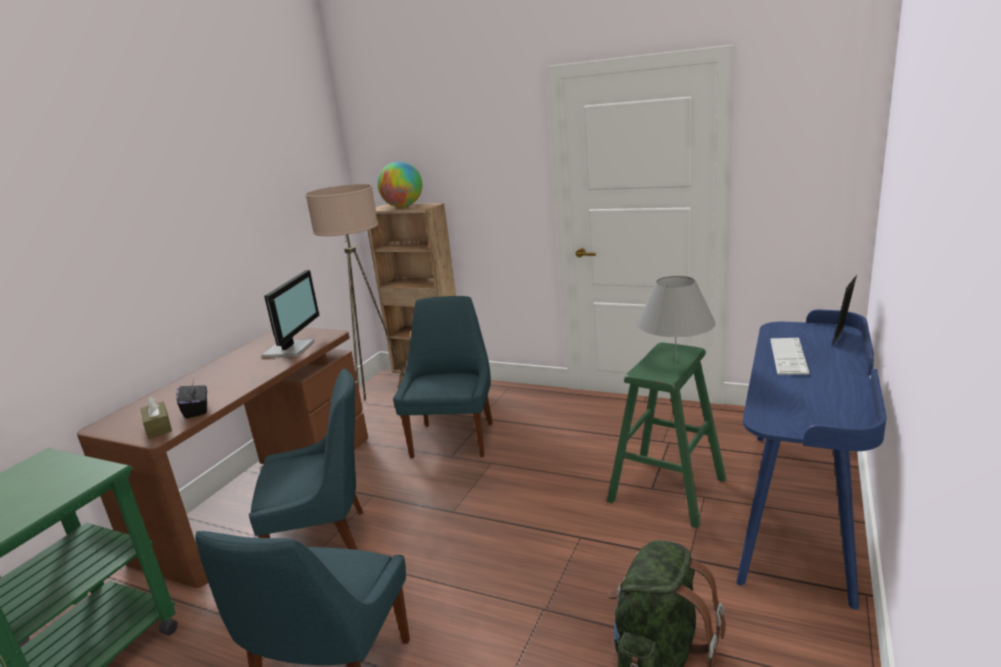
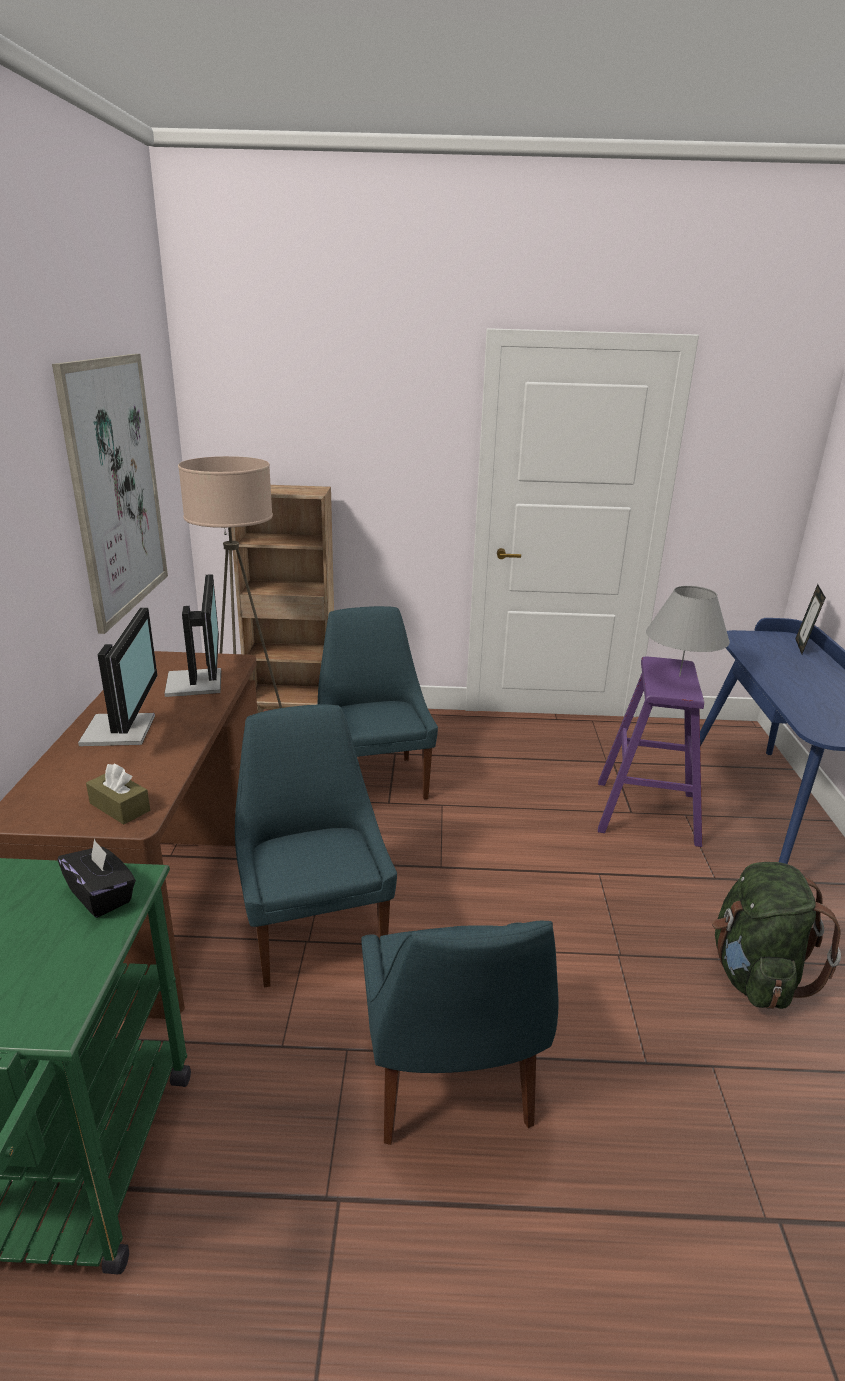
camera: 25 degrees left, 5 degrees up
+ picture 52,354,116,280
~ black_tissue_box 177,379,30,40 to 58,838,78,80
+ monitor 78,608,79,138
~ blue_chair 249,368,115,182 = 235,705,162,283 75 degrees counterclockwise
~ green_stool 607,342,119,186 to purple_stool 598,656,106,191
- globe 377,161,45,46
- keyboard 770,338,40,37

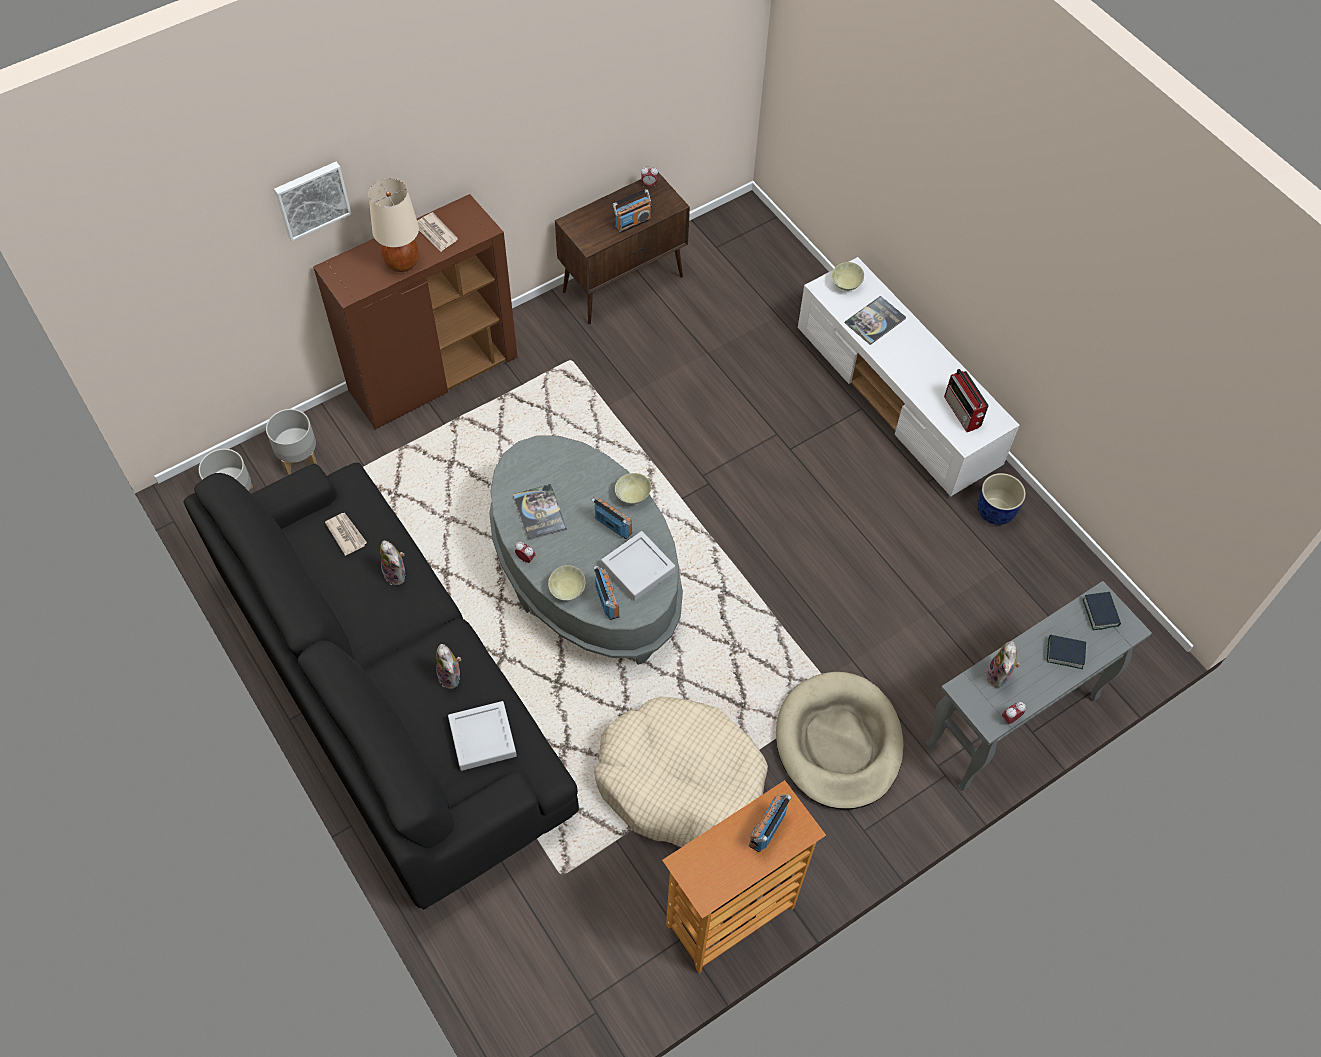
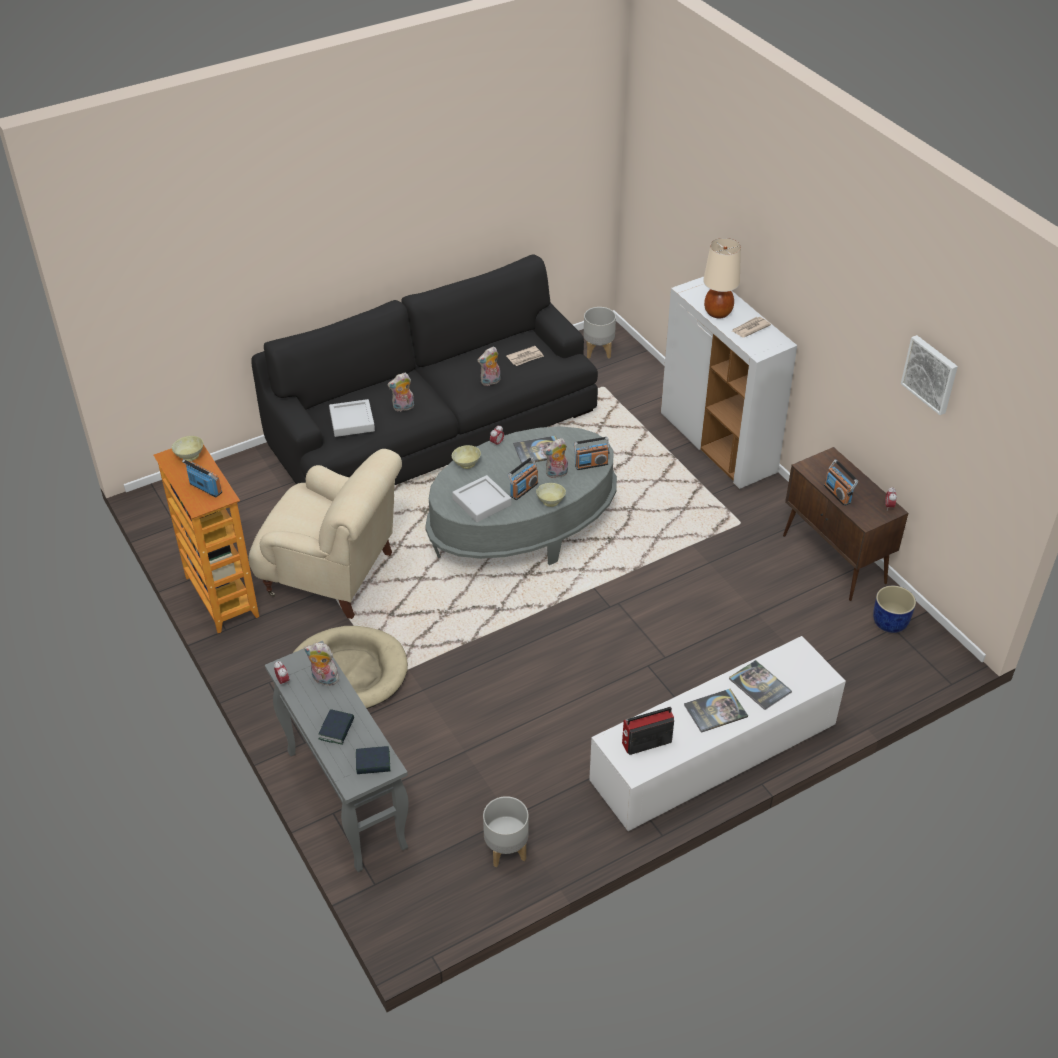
camera: 95 degrees right, 15 degrees down
~ beige_bowl 832,262,32,29 to 172,436,31,25
~ beige_dog_bed 594,697,174,150 to beige_armchair 249,449,153,170
~ grey_planter 266,409,52,66 to 483,796,46,72
+ plush_toy 543,438,25,41
~ radio 594,565,26,55 to 574,437,36,33
~ brown_cabinet 313,194,205,235 to white_cabinet 661,277,136,212
+ book 684,689,64,44
~ blue_planter 977,473,49,52 to 873,586,43,47
~ picture 274,162,77,79 to 901,335,57,80

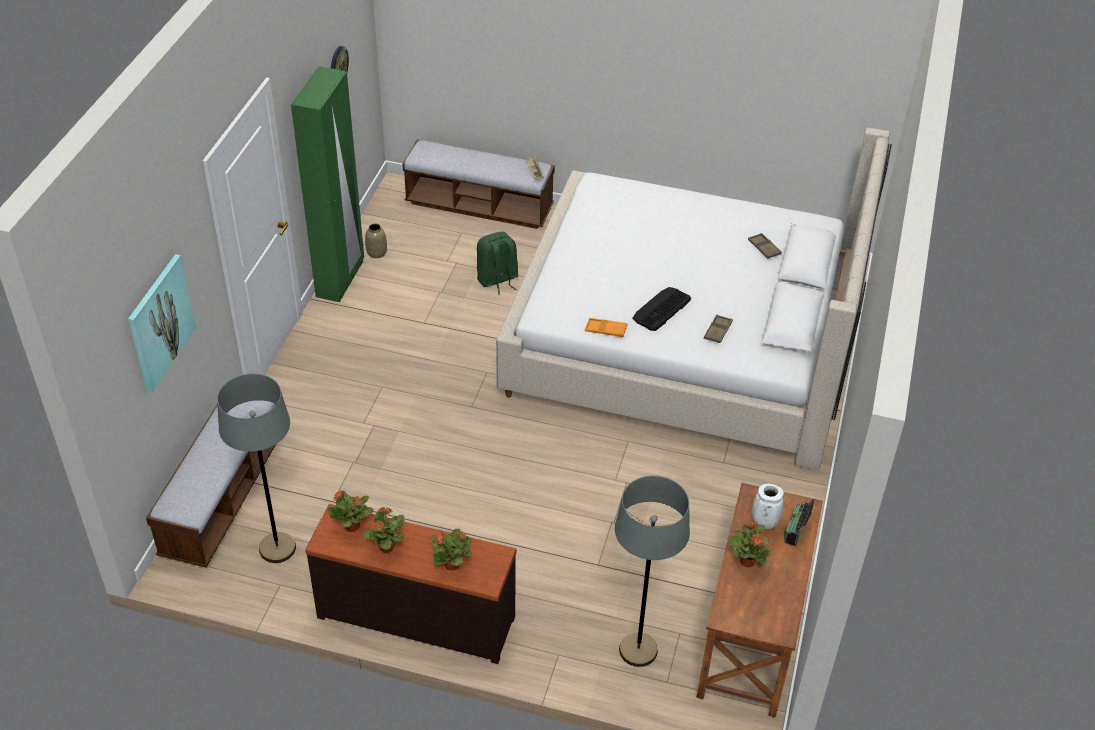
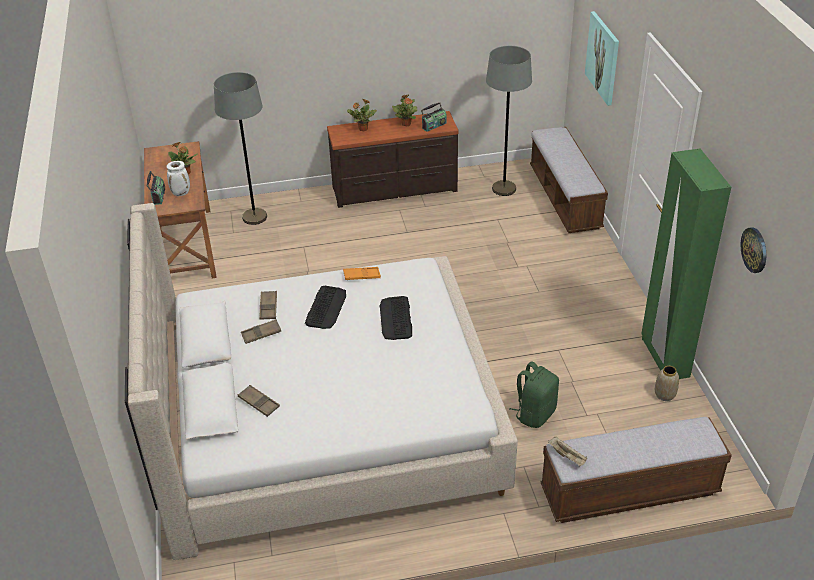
camera: 155 degrees right, 5 degrees down
+ brown_tray 241,319,40,25
+ keyboard 379,296,33,44
~ potted_plant 327,490,46,42 to radio 421,102,26,30

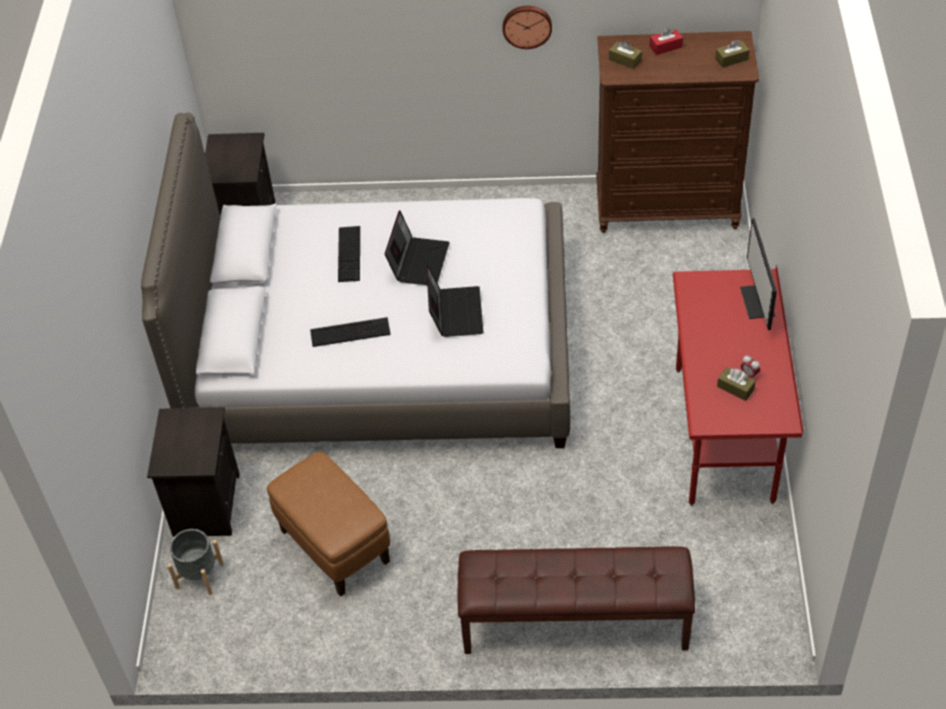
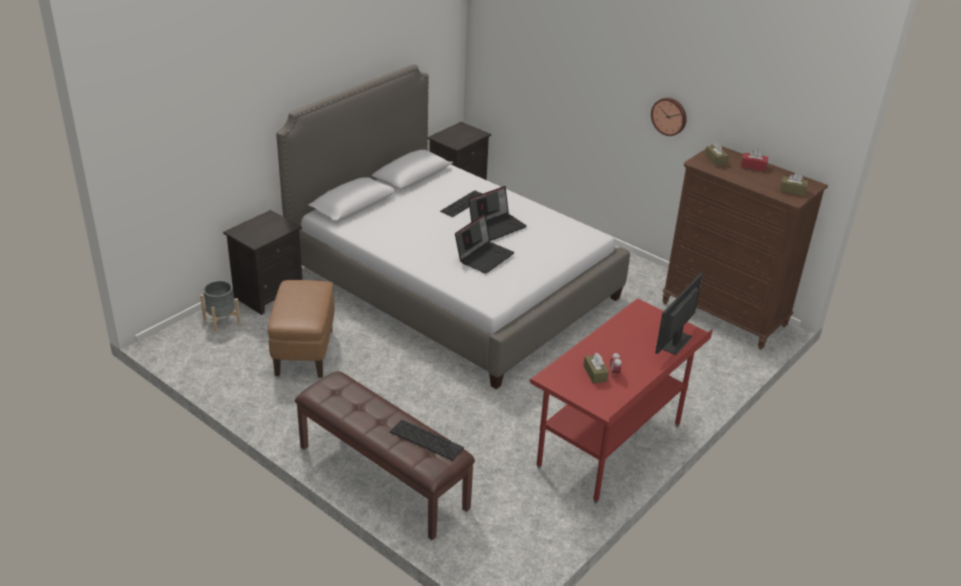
camera: 35 degrees right, 15 degrees down
~ keyboard 310,317,81,30 to 390,419,74,42

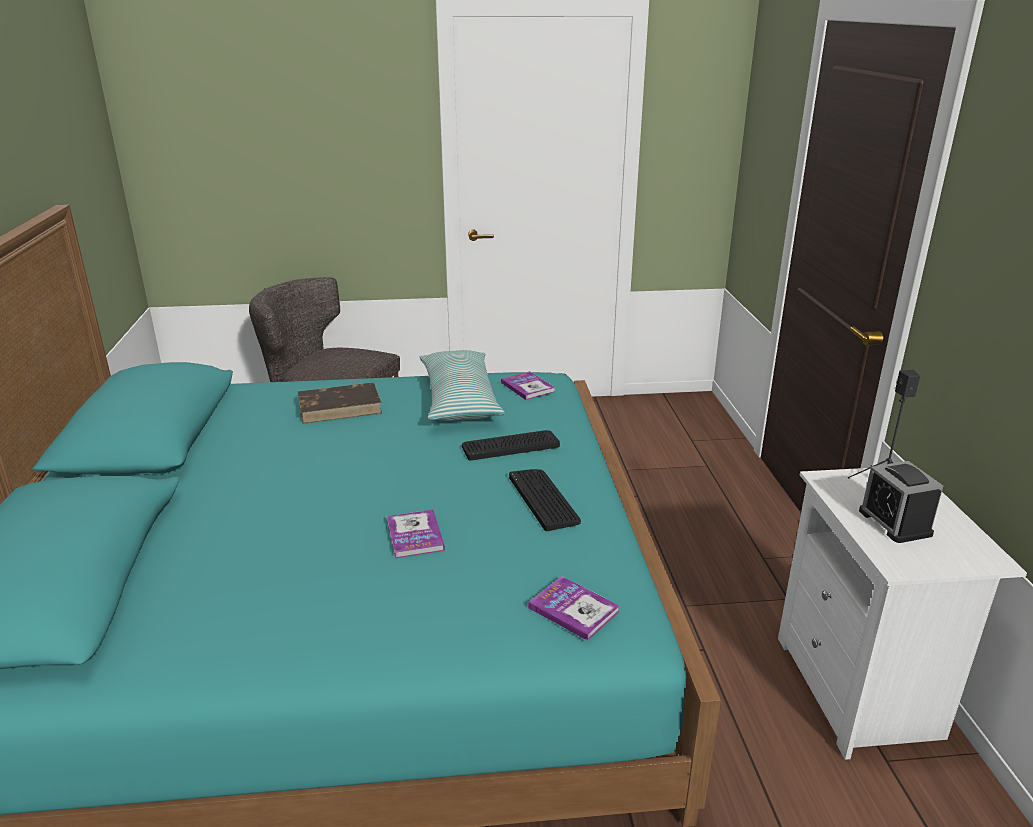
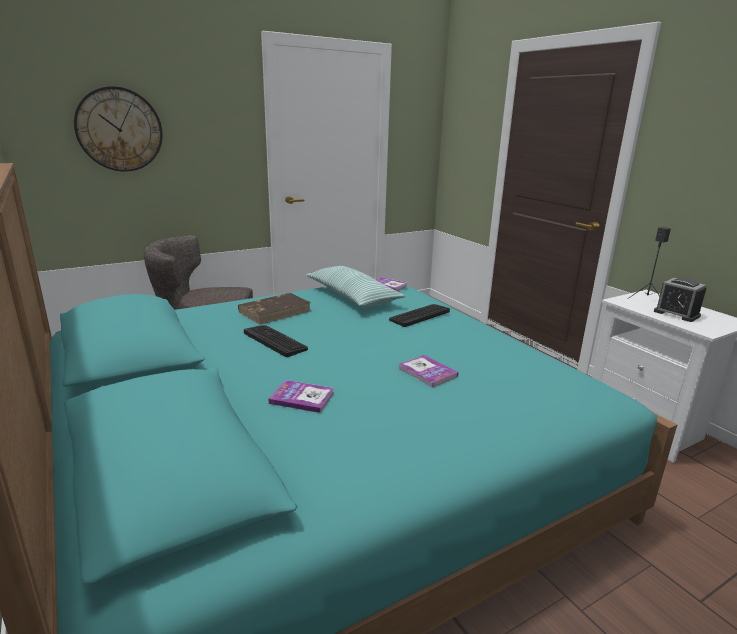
camera: 25 degrees left, 5 degrees down
+ wall_clock 74,86,89,86
~ keyboard 509,469,72,62 to 244,325,64,32
~ book 528,576,92,65 to 269,380,65,33

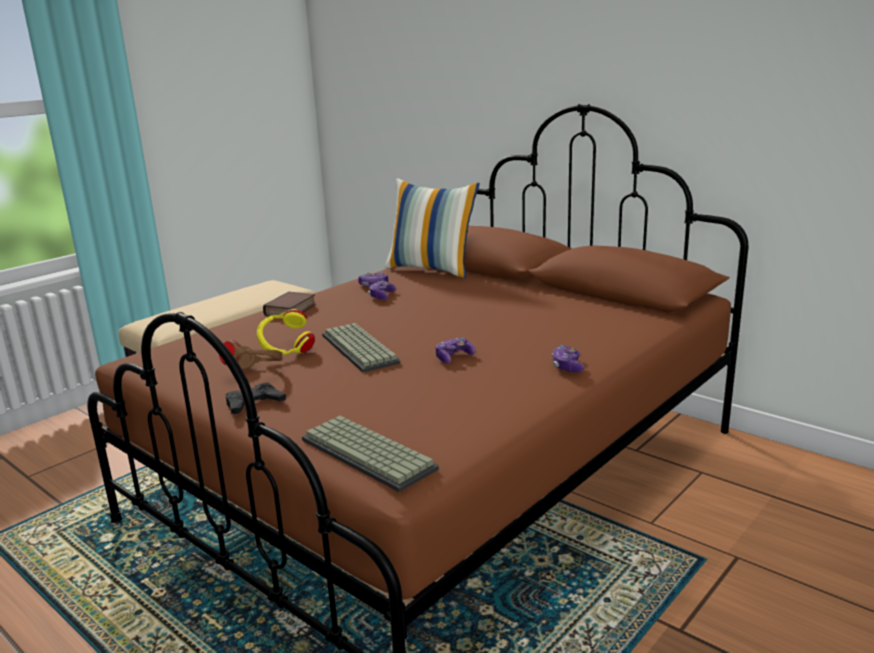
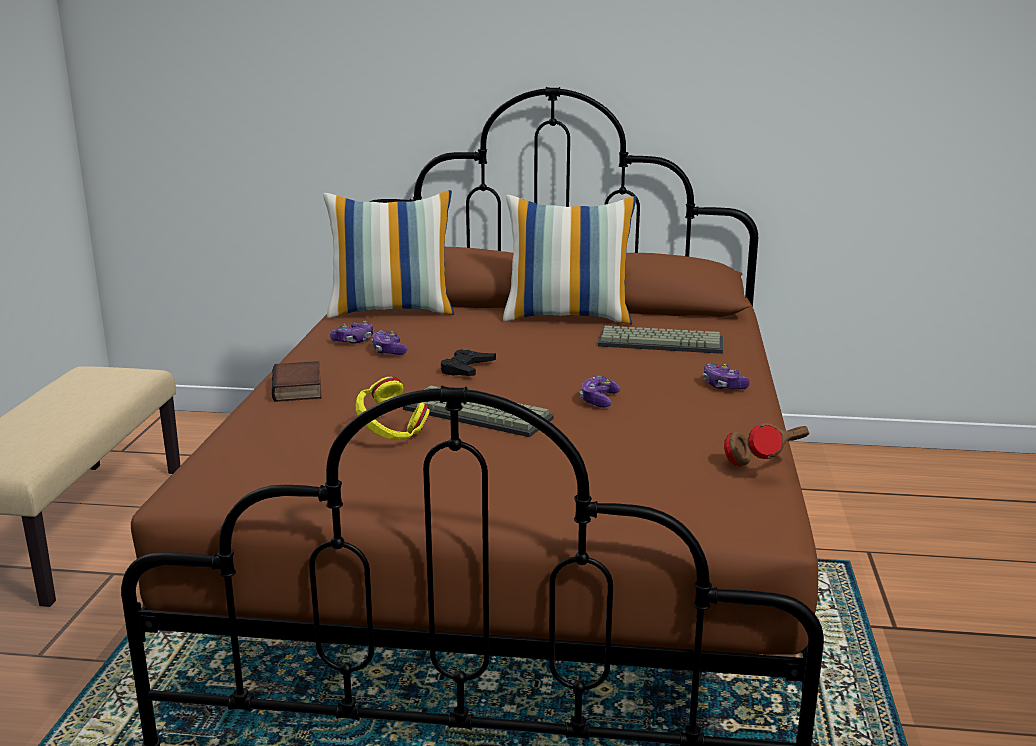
camera: 35 degrees left, 0 degrees up
~ black_game_controller 226,383,60,31 to 441,349,55,27
+ pillow 503,195,134,129
~ keyboard 302,416,137,76 to 598,326,125,28
~ brown_headphones 219,340,63,30 to 724,423,85,43

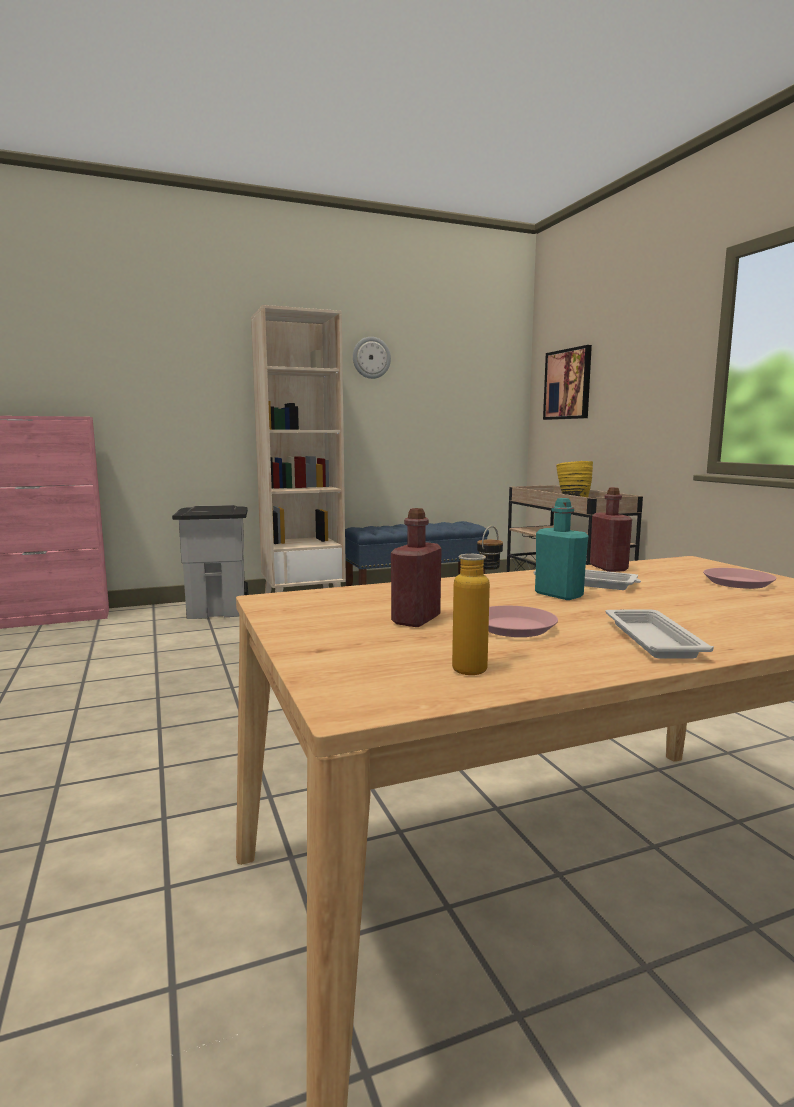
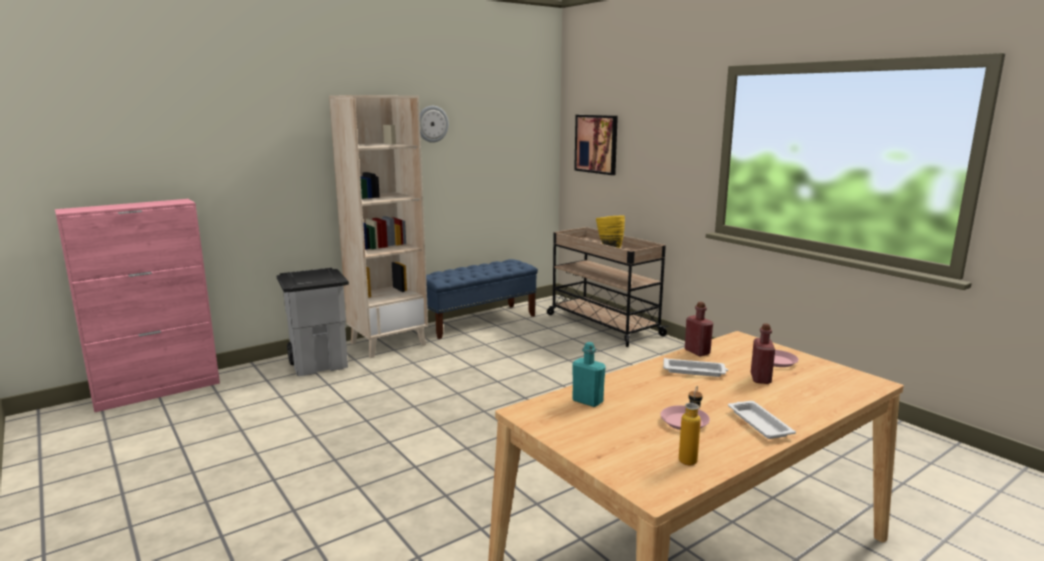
camera: 15 degrees left, 5 degrees up
~ turquoise_bottle 535,498,53,102 to 572,342,34,65
~ red_bottle 391,508,51,119 to 751,323,24,61

